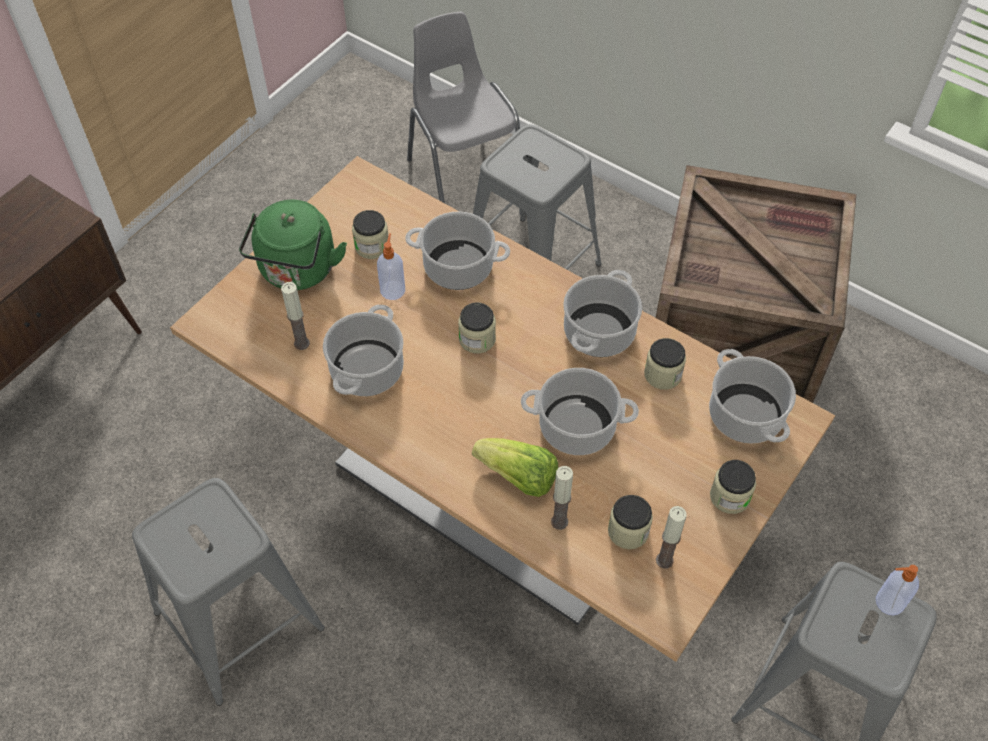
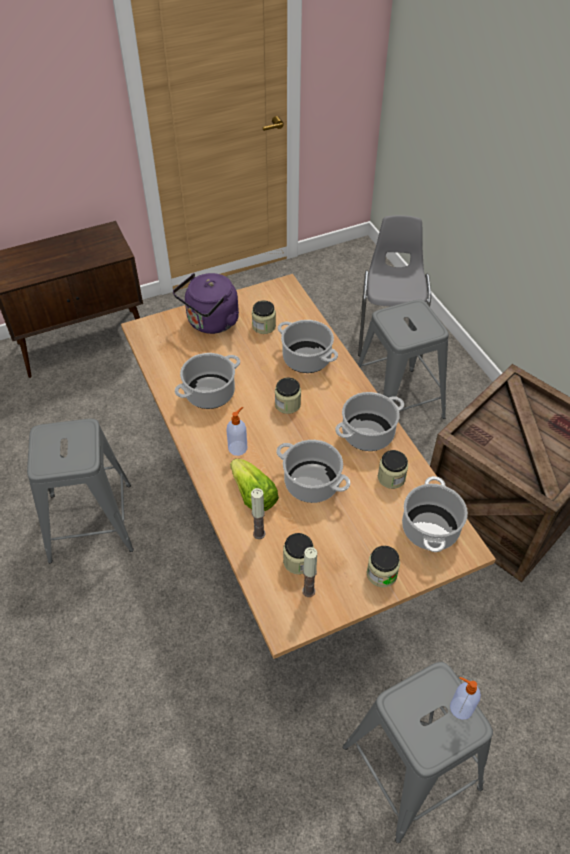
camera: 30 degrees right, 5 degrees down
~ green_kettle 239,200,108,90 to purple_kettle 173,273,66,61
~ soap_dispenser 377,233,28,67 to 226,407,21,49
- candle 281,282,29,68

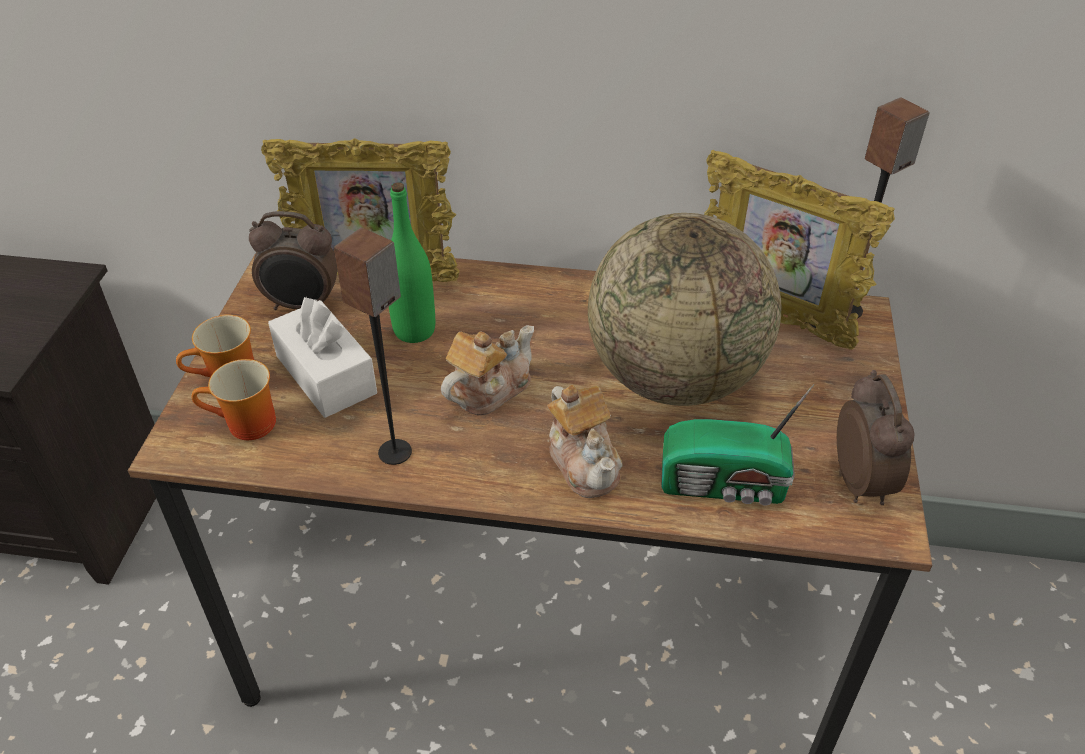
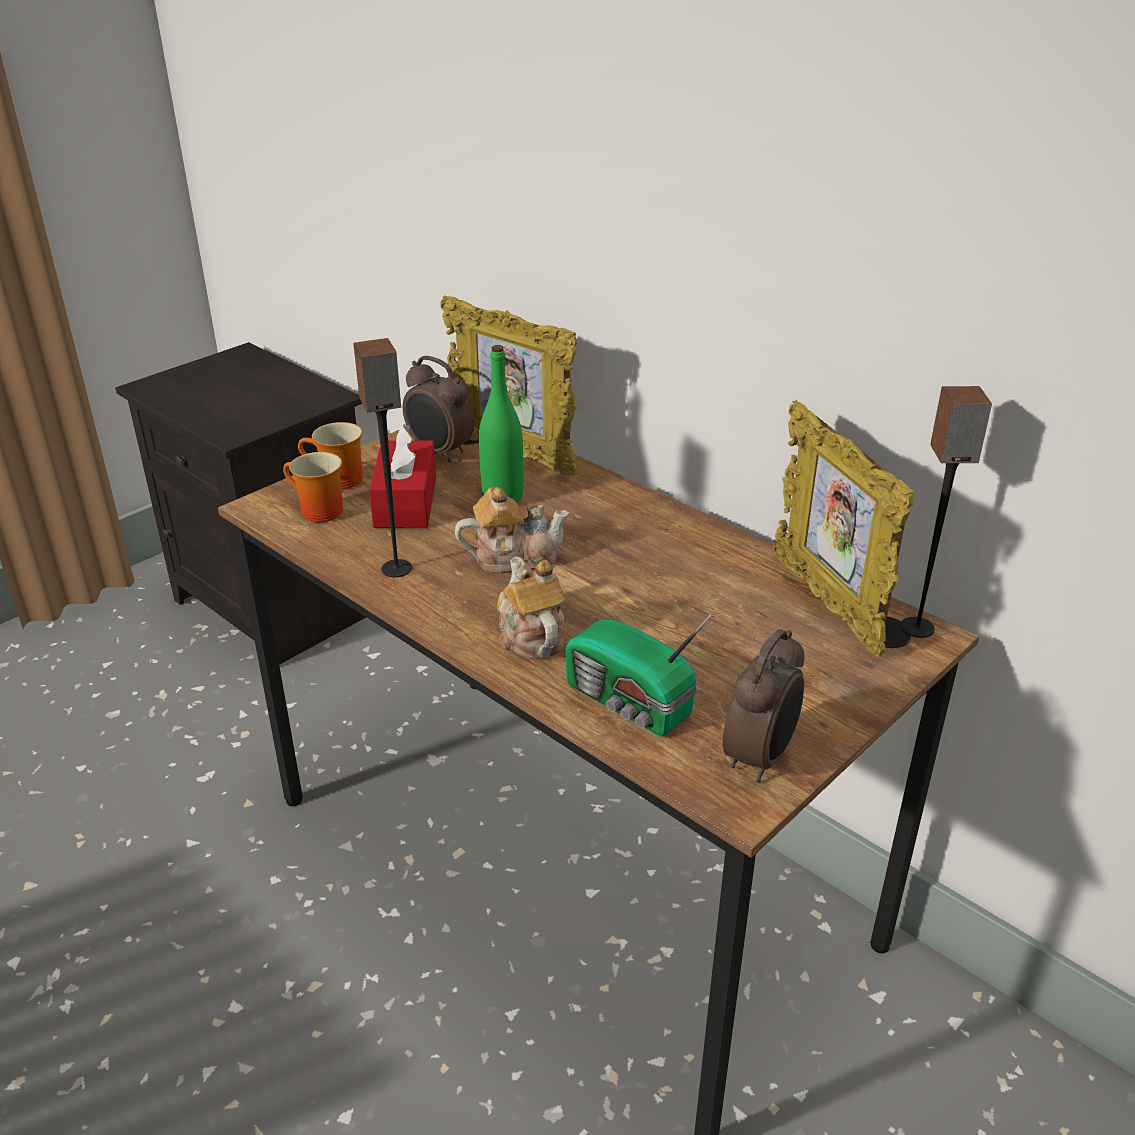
camera: 35 degrees right, 10 degrees down
~ white_tissue_box 268,297,109,121 to red_tissue_box 369,423,67,105
~ teapot 547,385,76,113 = 497,556,68,103 150 degrees clockwise
- globe 588,213,194,193

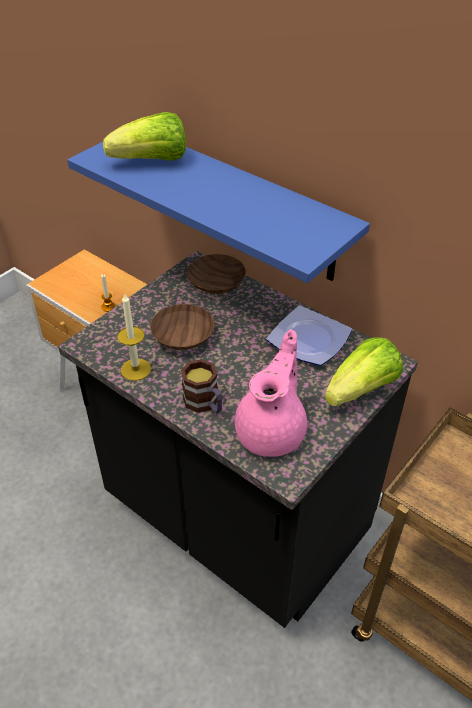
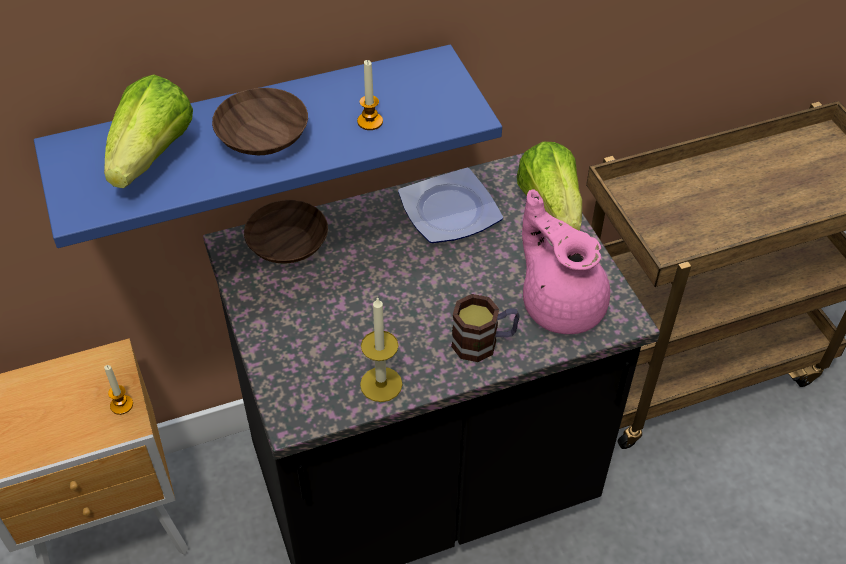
camera: 60 degrees left, 5 degrees up
~ brown_bowl 150,304,65,46 to 212,88,96,67
+ candle 357,60,26,70

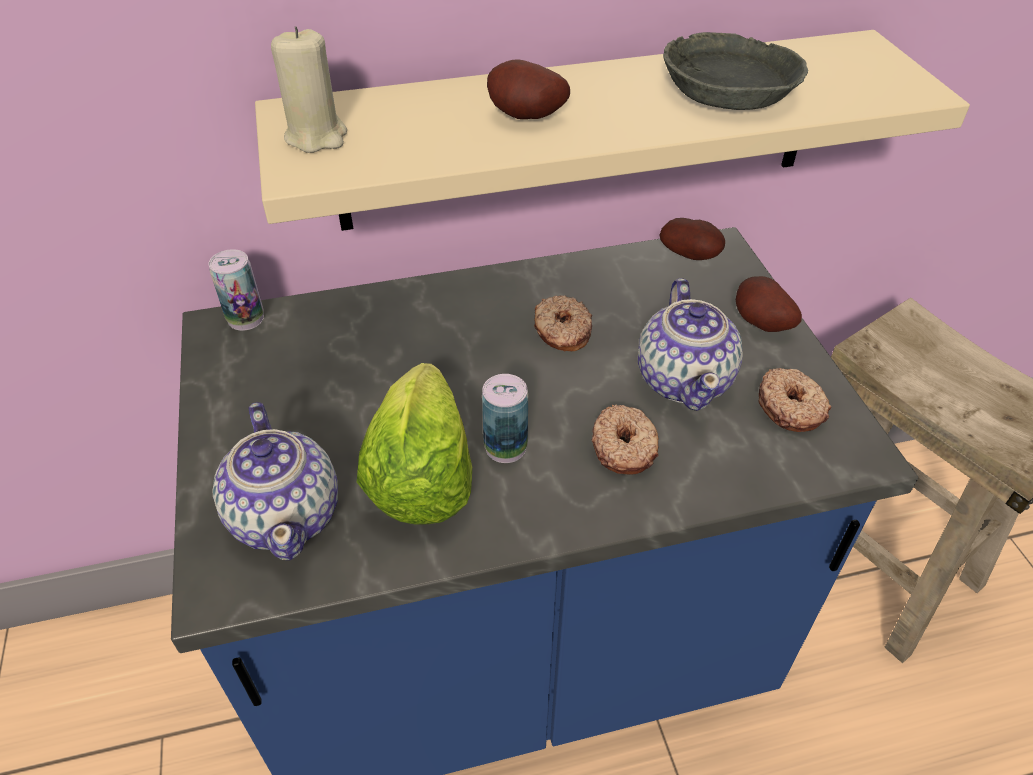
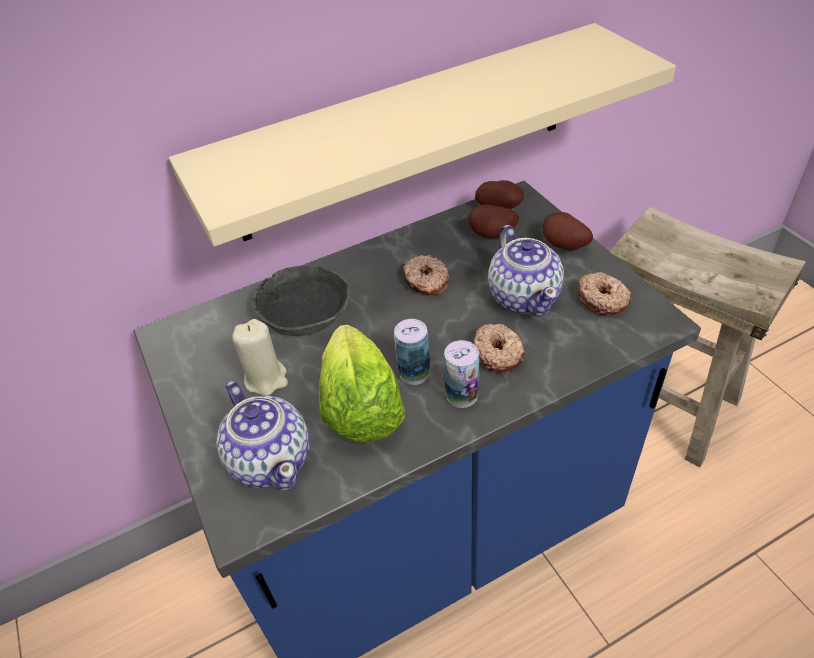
camera: 10 degrees left, 0 degrees up
~ beige_candle 271,26,76,127 to 232,319,56,77
~ grey_bowl 663,32,145,78 to 252,265,98,71
~ can 209,249,55,82 to 444,340,35,68
~ potato 487,59,83,60 to 468,205,51,34

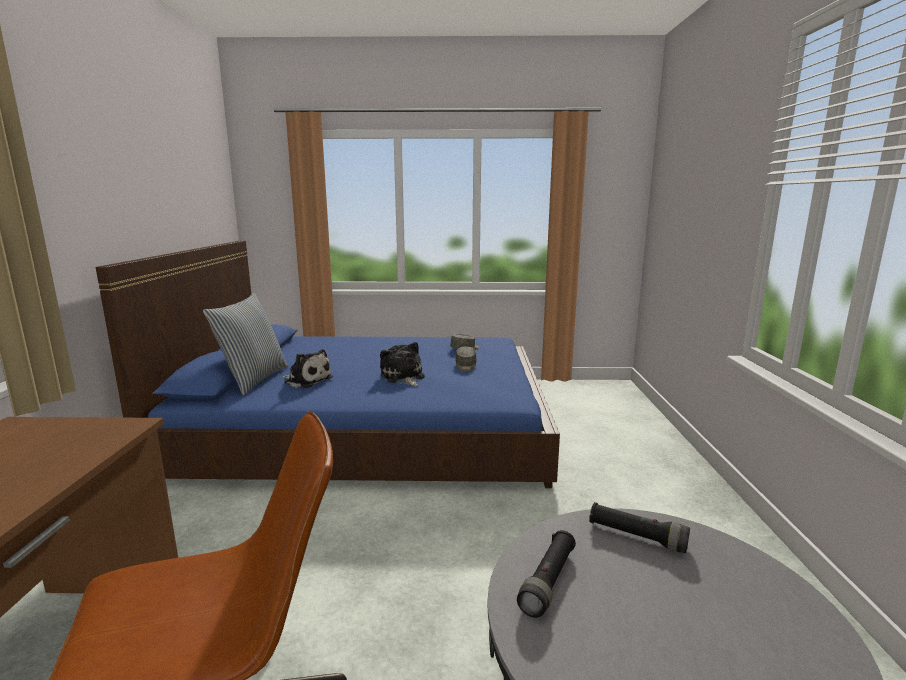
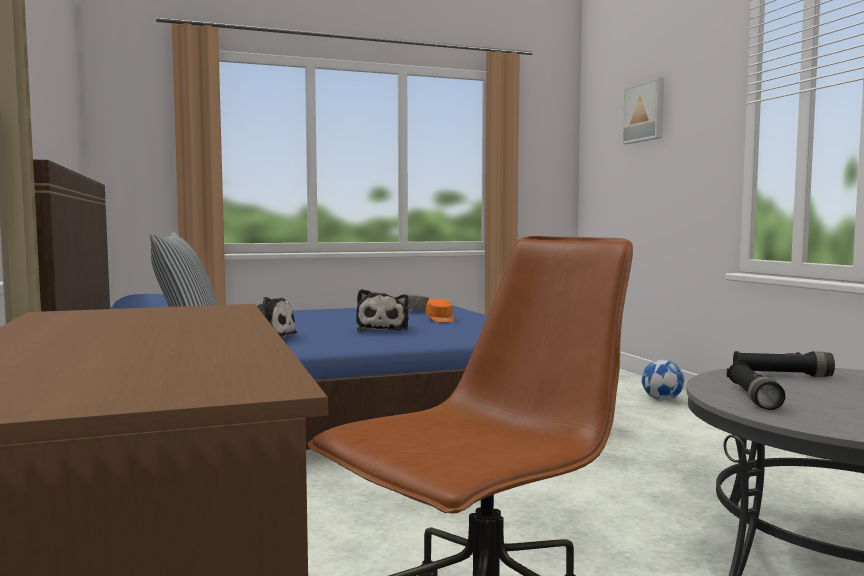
camera: 20 degrees left, 10 degrees down
~ plush_toy 380,342,45,45 = 356,289,53,42 135 degrees counterclockwise
~ grey_cap 456,347,20,24 to orange_cap 426,299,28,23
+ picture 622,77,42,67
+ football 641,359,43,42

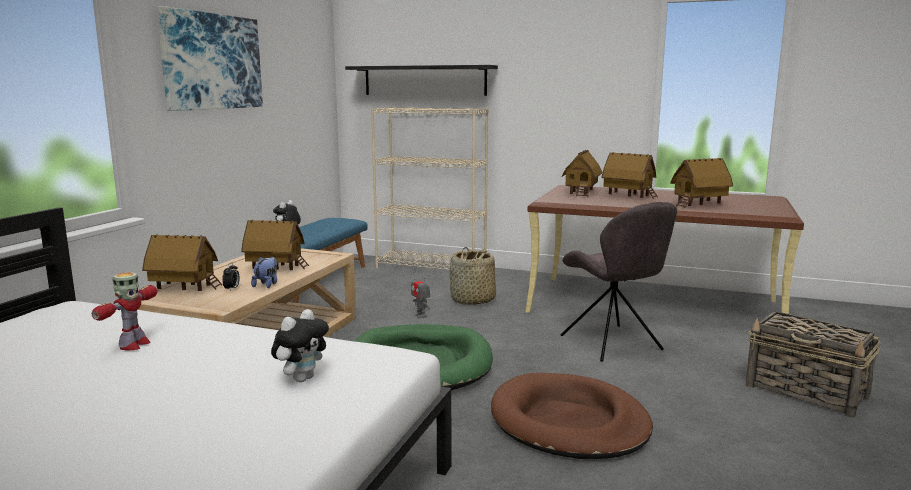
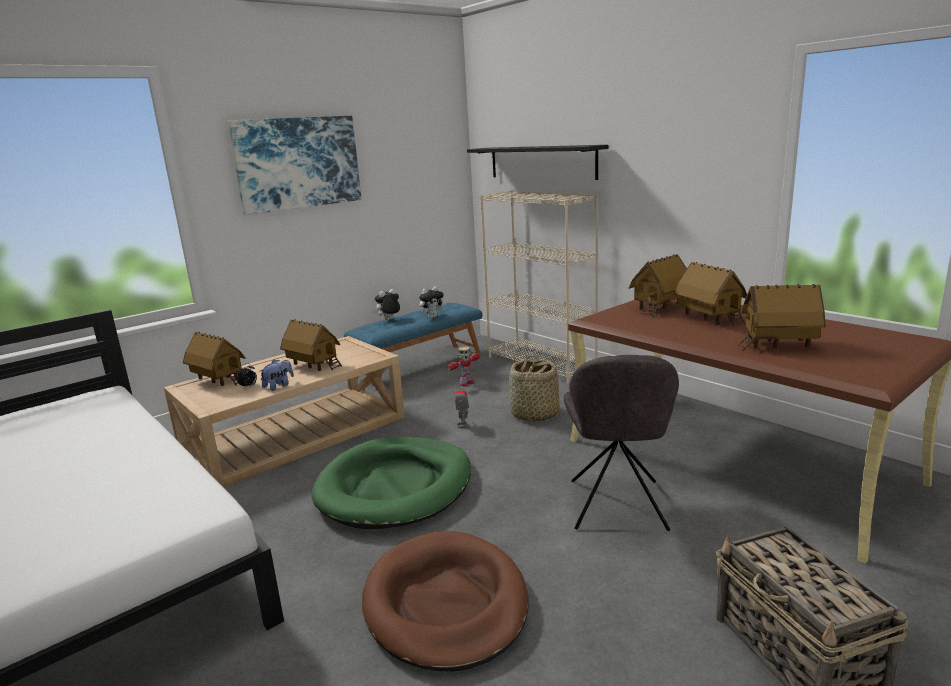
camera: 30 degrees right, 5 degrees up
~ plush_toy 271,309,58,73 to 419,287,27,31
~ toy_robot 92,272,66,78 to 447,346,33,41

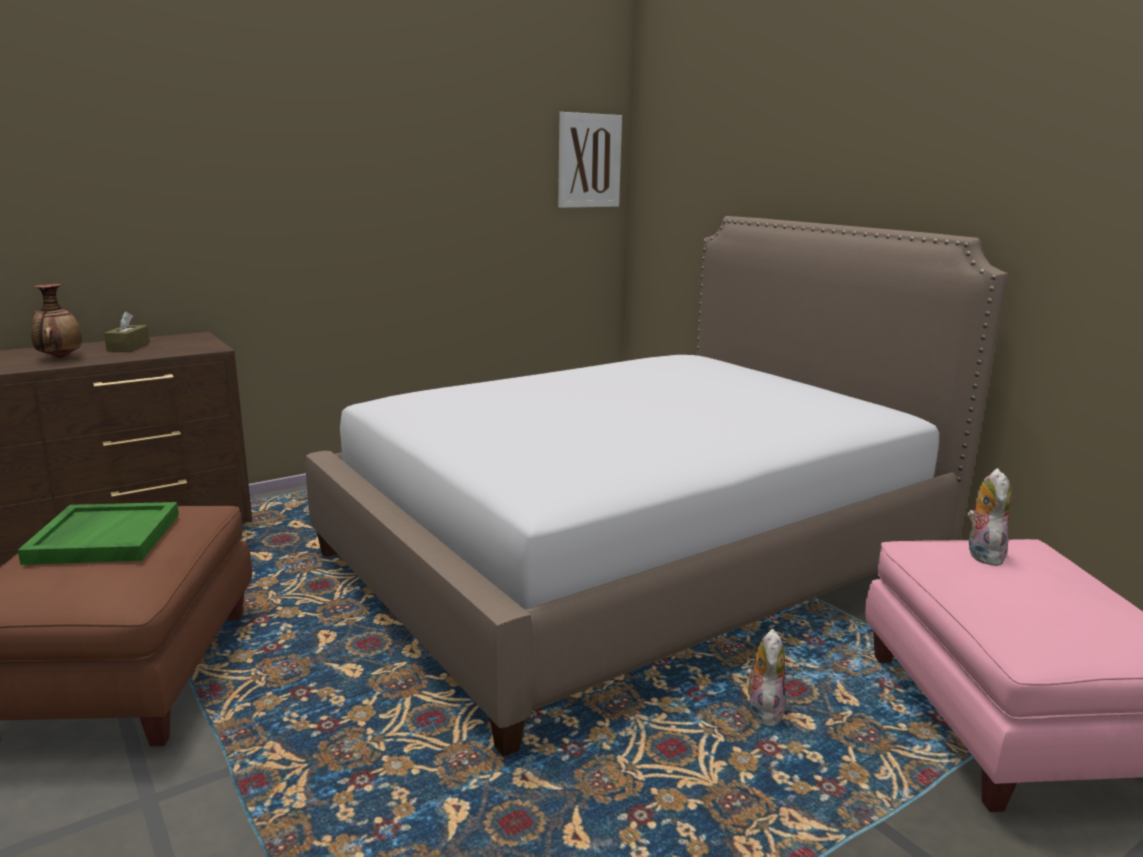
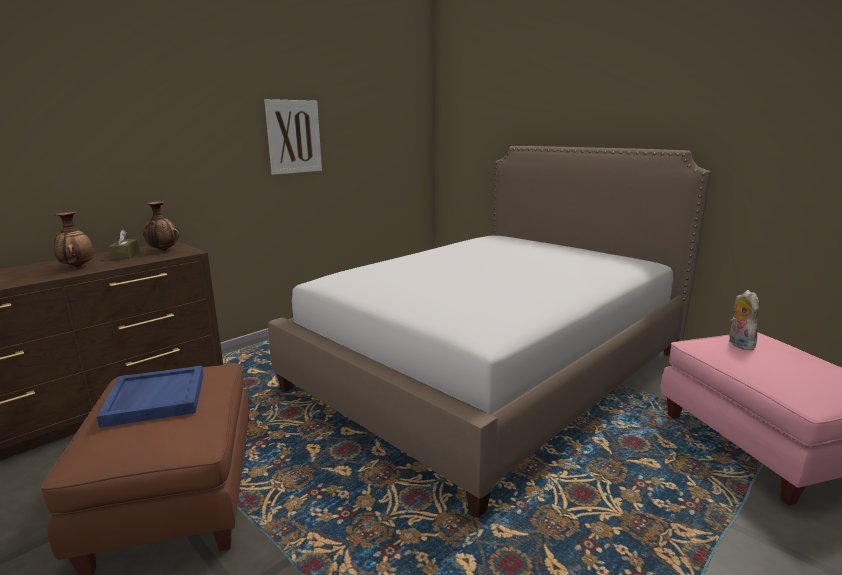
camera: 10 degrees left, 0 degrees up
~ green_tray 18,502,161,63 to blue_tray 97,366,107,62
+ vase 143,201,36,50
~ picture 558,112,64,96 to 264,99,58,76
- plush_toy 745,629,41,100

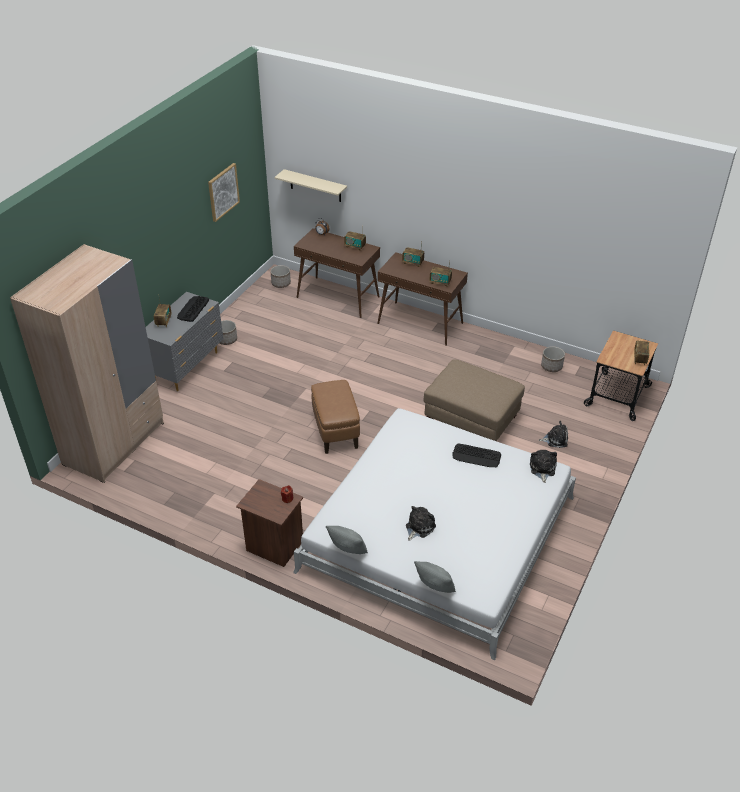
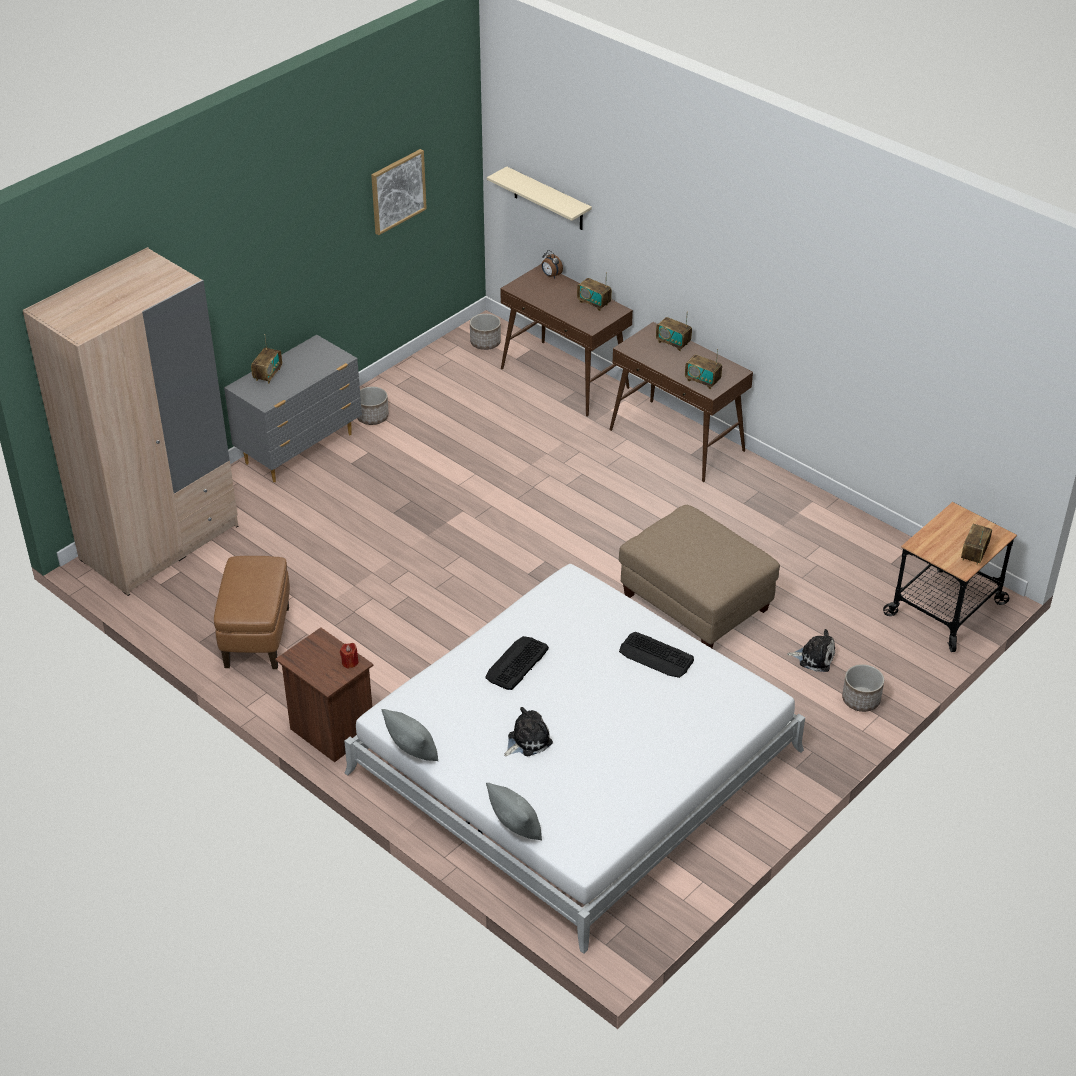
camera: 15 degrees right, 0 degrees up
~ brown_ottoman 311,380,49,74 to 214,556,76,113
~ keyboard 177,296,32,26 to 485,636,64,54
~ planter 541,346,24,26 to 842,664,42,48
- plush_toy 530,450,27,33

